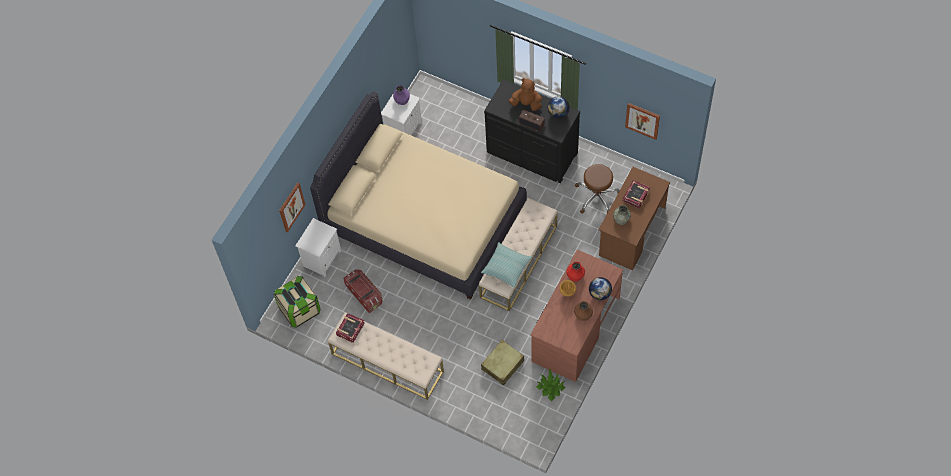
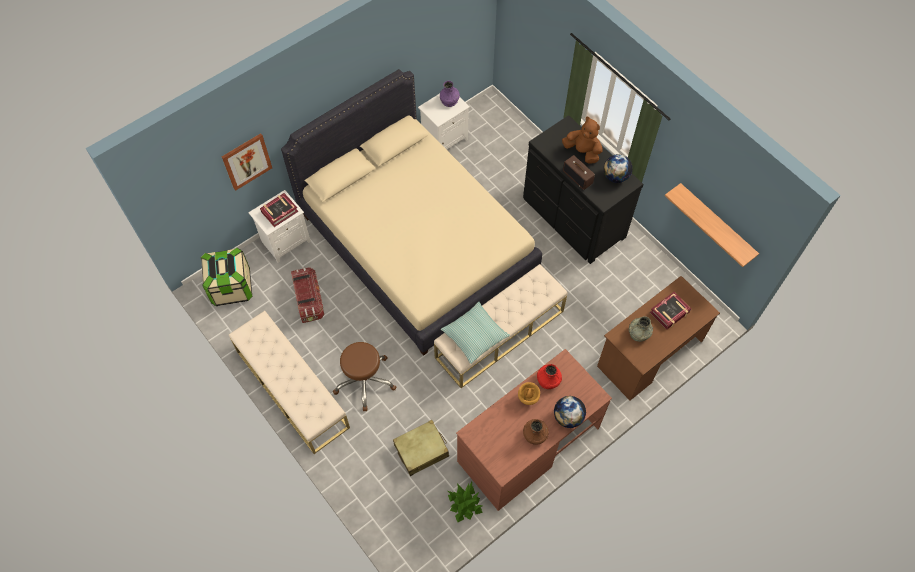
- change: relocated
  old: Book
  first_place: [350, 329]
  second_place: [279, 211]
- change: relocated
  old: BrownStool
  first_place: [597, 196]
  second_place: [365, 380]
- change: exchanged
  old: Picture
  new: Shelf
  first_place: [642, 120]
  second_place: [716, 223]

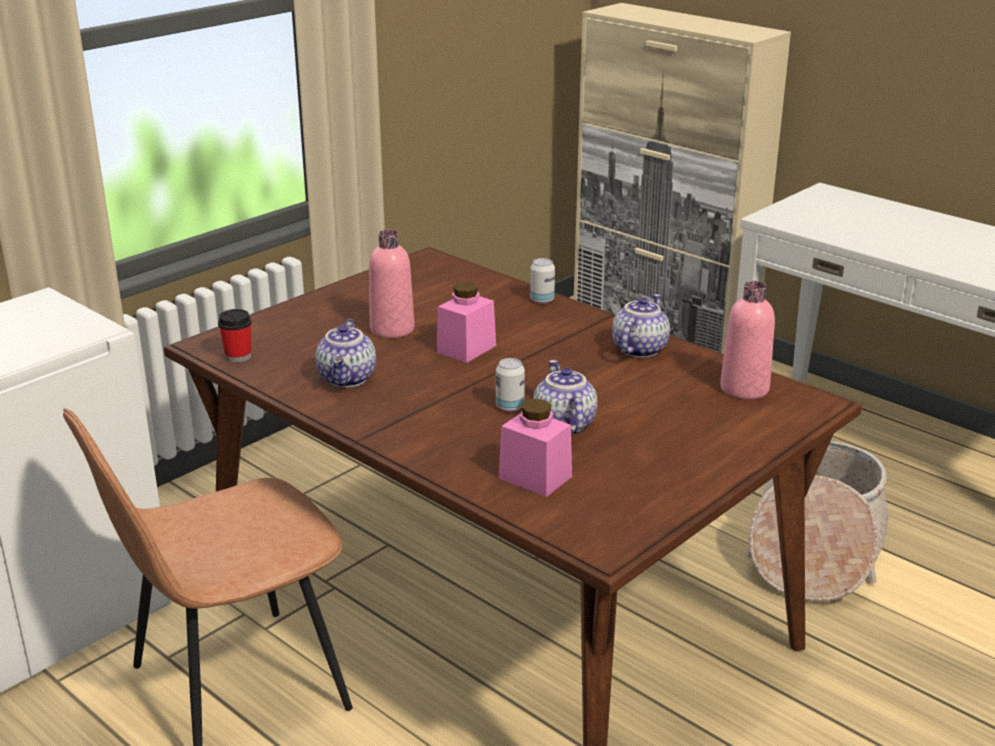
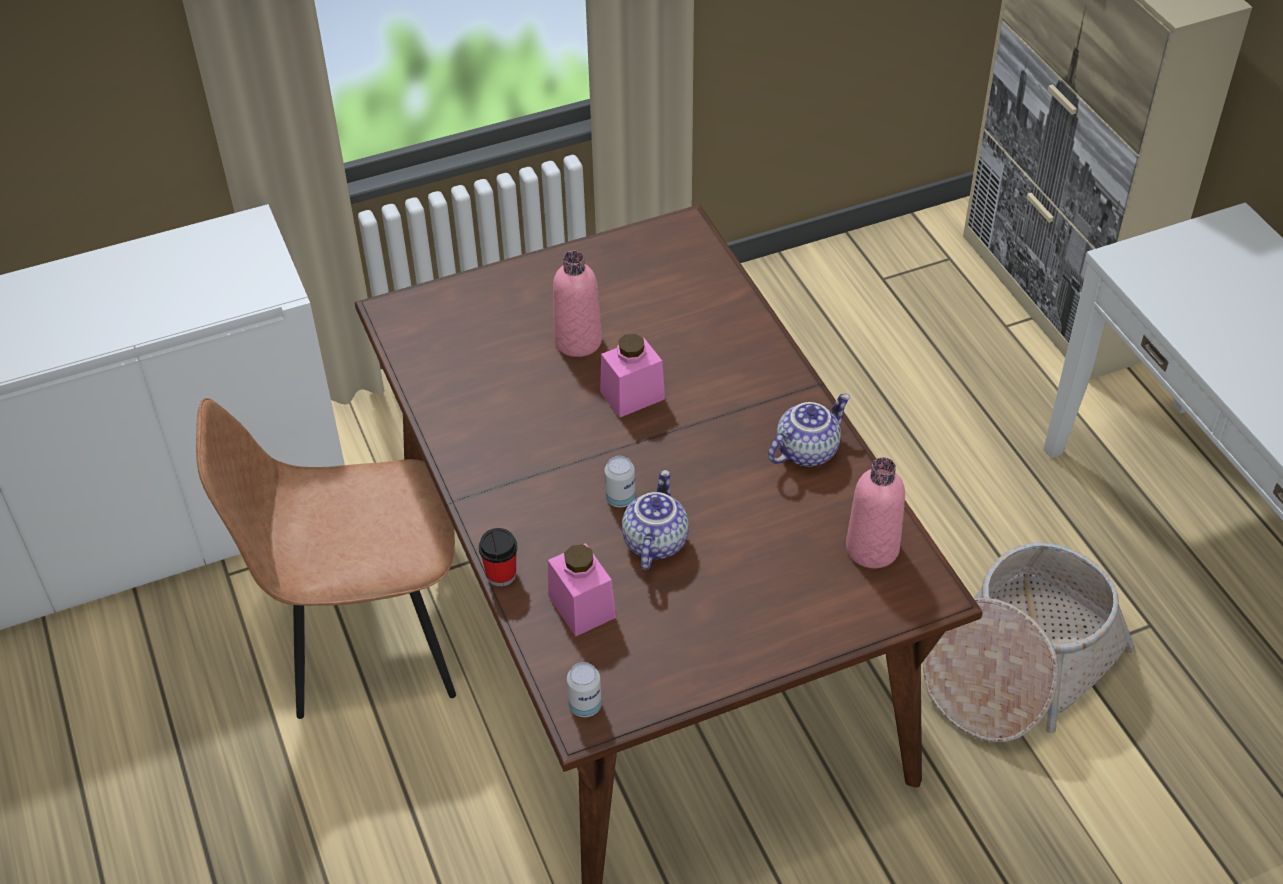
- change: relocated
  old: Cup
  first_place: [238, 356]
  second_place: [501, 574]
- change: relocated
  old: Can
  first_place: [542, 300]
  second_place: [585, 706]
- change: missing
  old: Teapot
  first_place: [348, 379]

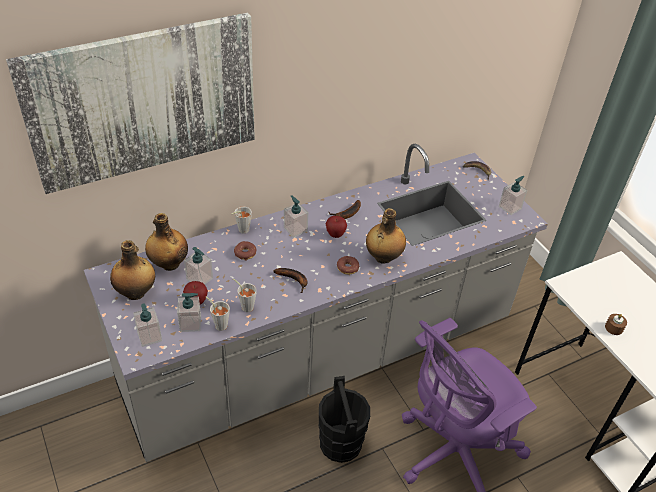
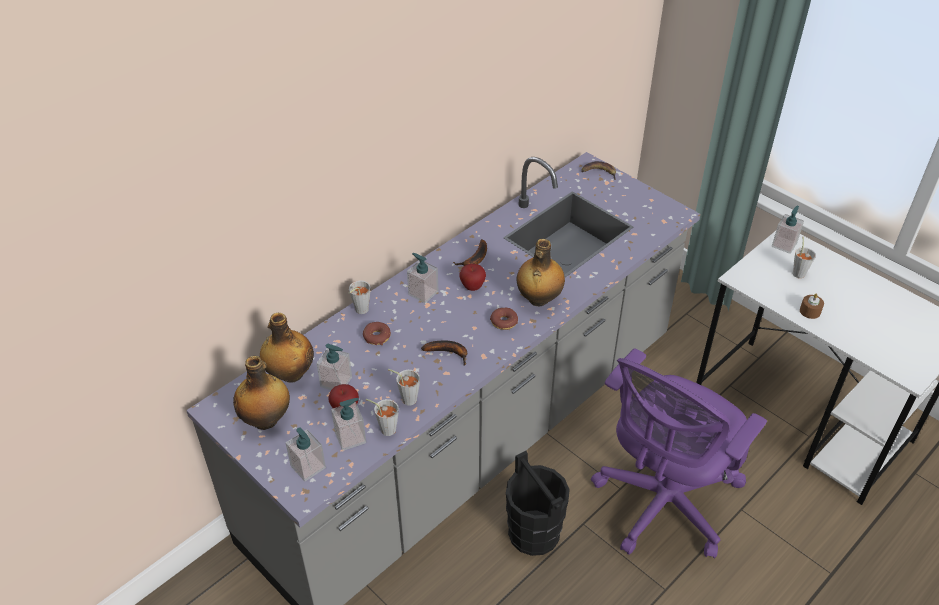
- change: relocated
  old: SoapDispenser
  first_place: [510, 207]
  second_place: [784, 244]
- change: appeared
  new: GreyCup
  second_place: [798, 272]
- change: missing
  old: Picture
  first_place: [144, 102]

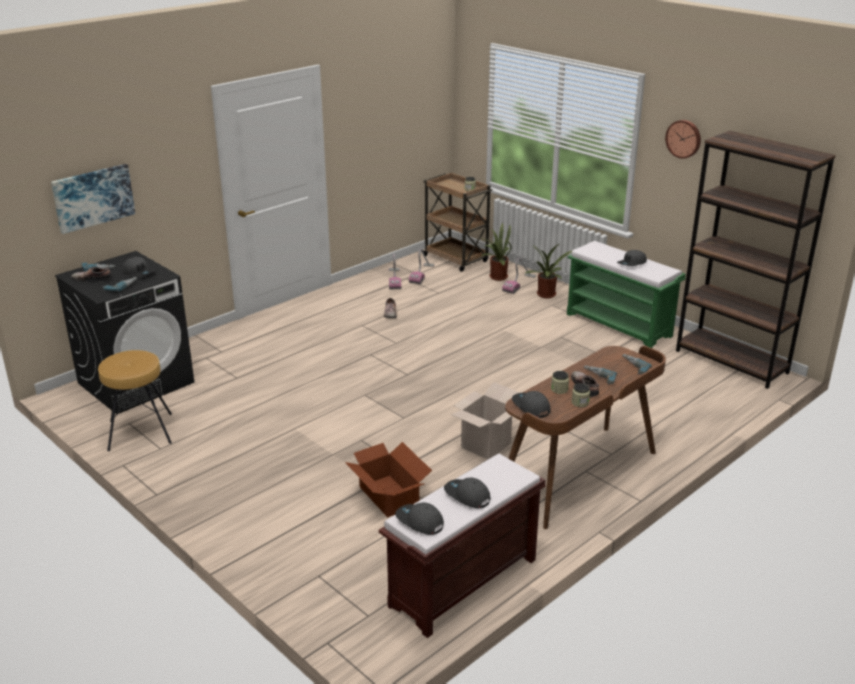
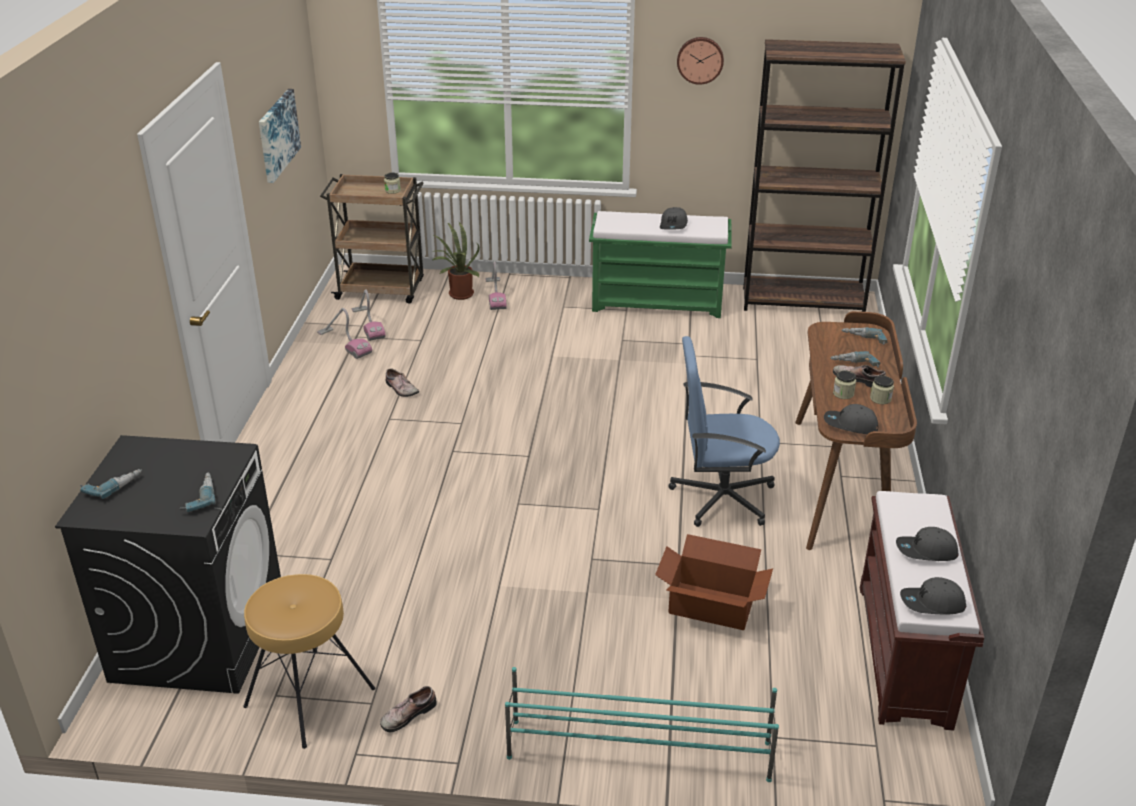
- change: relocated
  old: Picture
  first_place: [93, 197]
  second_place: [277, 135]
- change: relocated
  old: Shoe
  first_place: [92, 278]
  second_place: [407, 714]
- change: appeared
  new: TurquoiseShoeRack
  second_place: [638, 749]
- change: exchanged
  old: CardboardBox
  new: BlueOfficeChair
  first_place: [485, 445]
  second_place: [721, 497]
- change: missing
  old: GreyCap
  first_place: [139, 272]
- change: missing
  old: PottedPlant
  first_place: [546, 295]

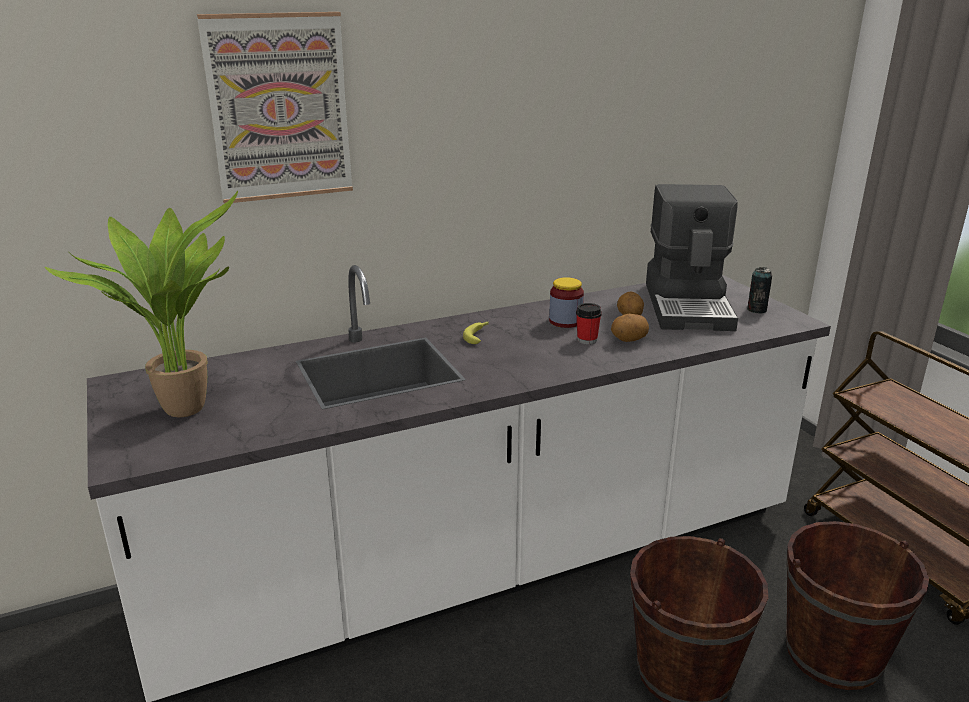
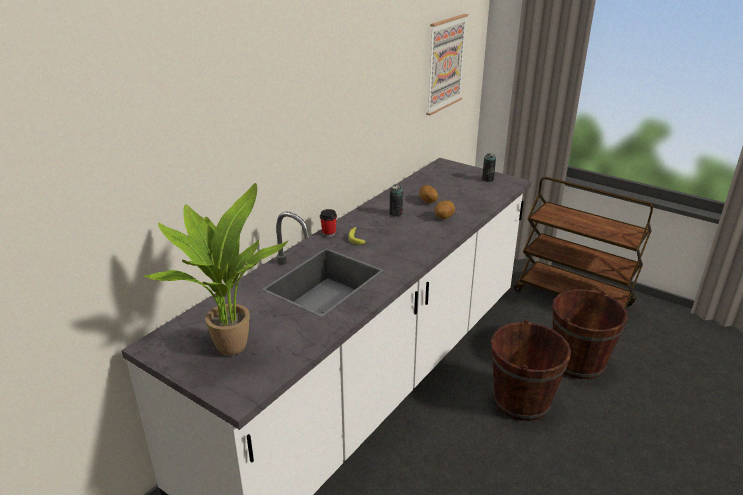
- change: relocated
  old: Cup
  first_place: [587, 340]
  second_place: [329, 233]
- change: exchanged
  old: Jar
  new: Can
  first_place: [565, 321]
  second_place: [395, 214]
- change: relocated
  old: Picture
  first_place: [279, 108]
  second_place: [445, 64]
- change: missing
  old: CoffeeMachine
  first_place: [689, 305]

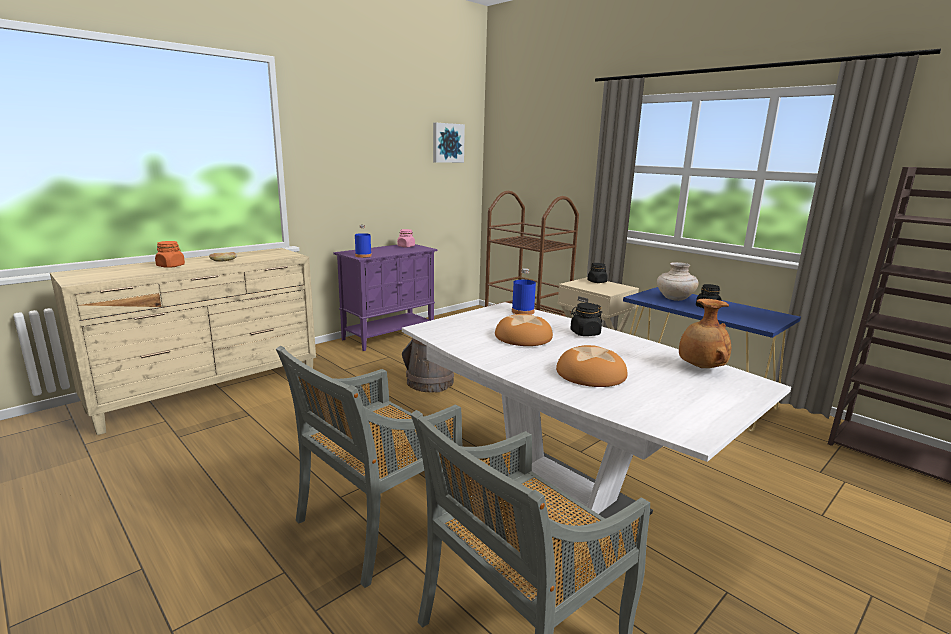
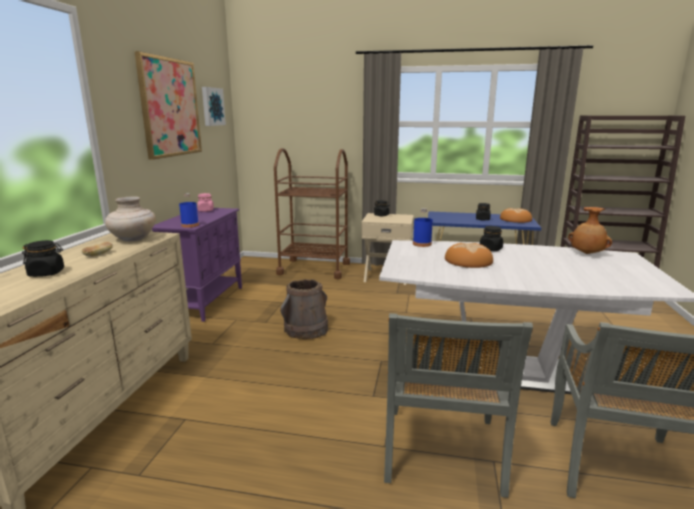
- change: colour
  old: OrangeJar
  new: BlackJar
  first_place: [171, 266]
  second_place: [47, 273]
- change: relocated
  old: BeigeVase
  first_place: [674, 298]
  second_place: [133, 239]
- change: appeared
  new: Picture
  second_place: [170, 107]
- change: relocated
  old: Bread
  first_place: [590, 374]
  second_place: [515, 219]

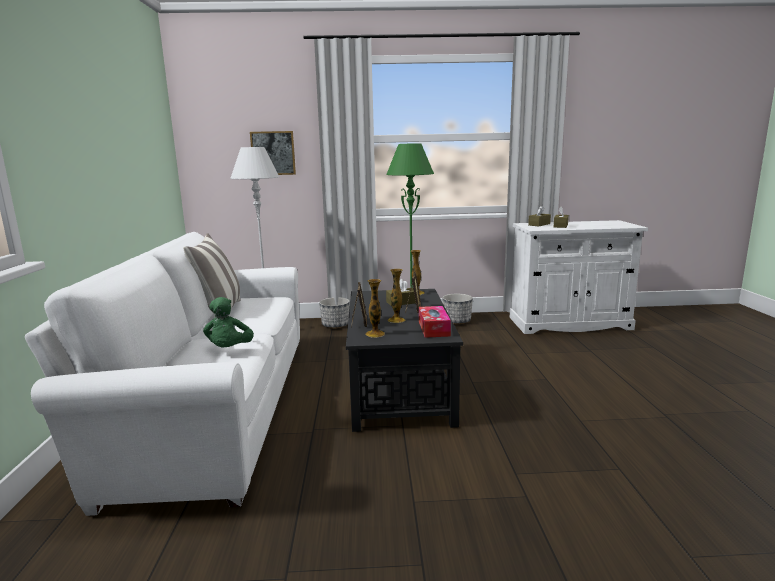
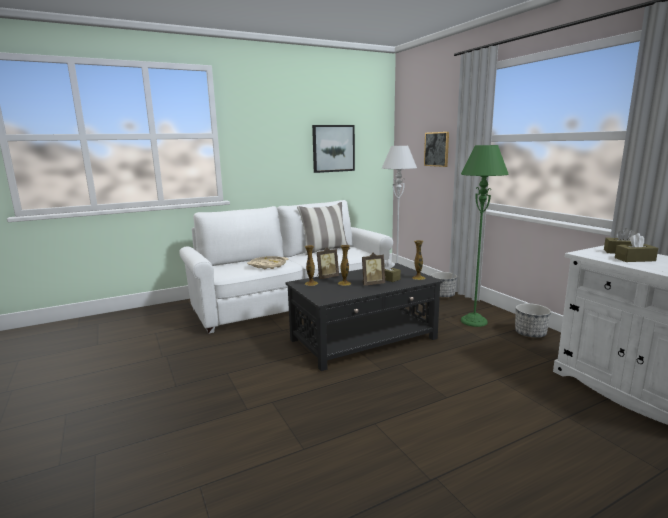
- change: exchanged
  old: GreenPlushToy
  new: BeigeTray
  first_place: [229, 350]
  second_place: [268, 265]
- change: appeared
  new: Picture
  second_place: [333, 148]
- change: missing
  old: TissueBox
  first_place: [434, 328]

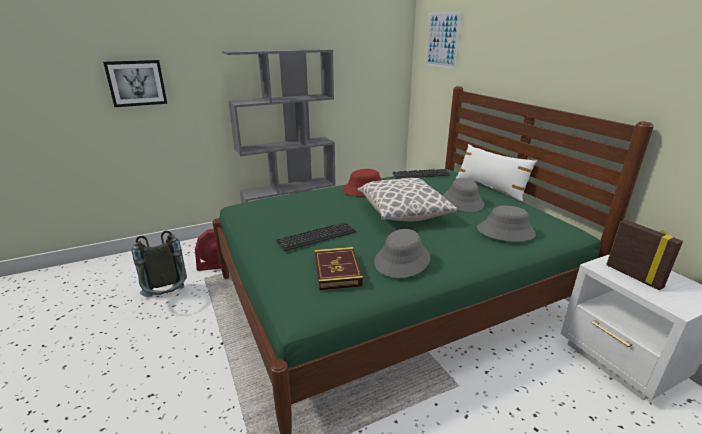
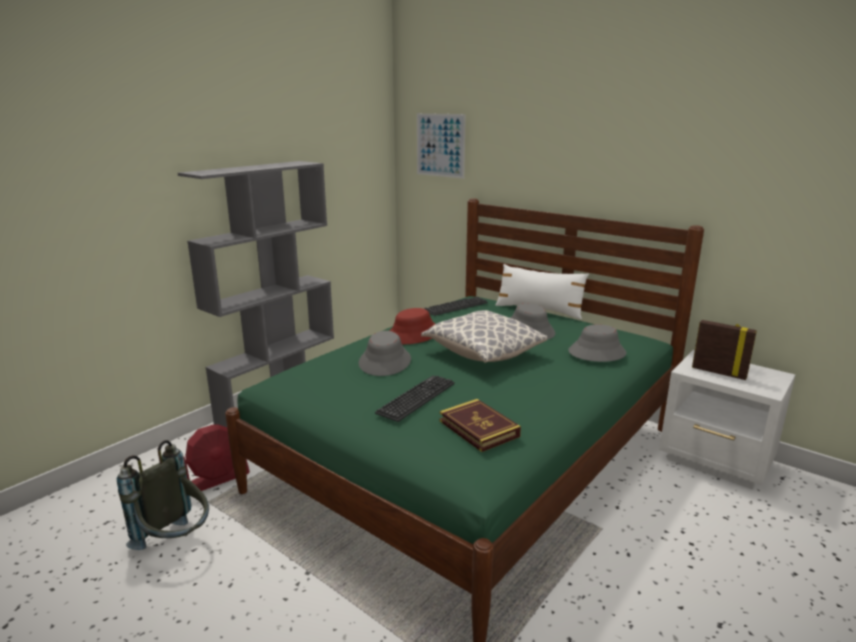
- change: relocated
  old: GreyHat
  first_place: [402, 260]
  second_place: [385, 361]
- change: missing
  old: Picture
  first_place: [136, 83]

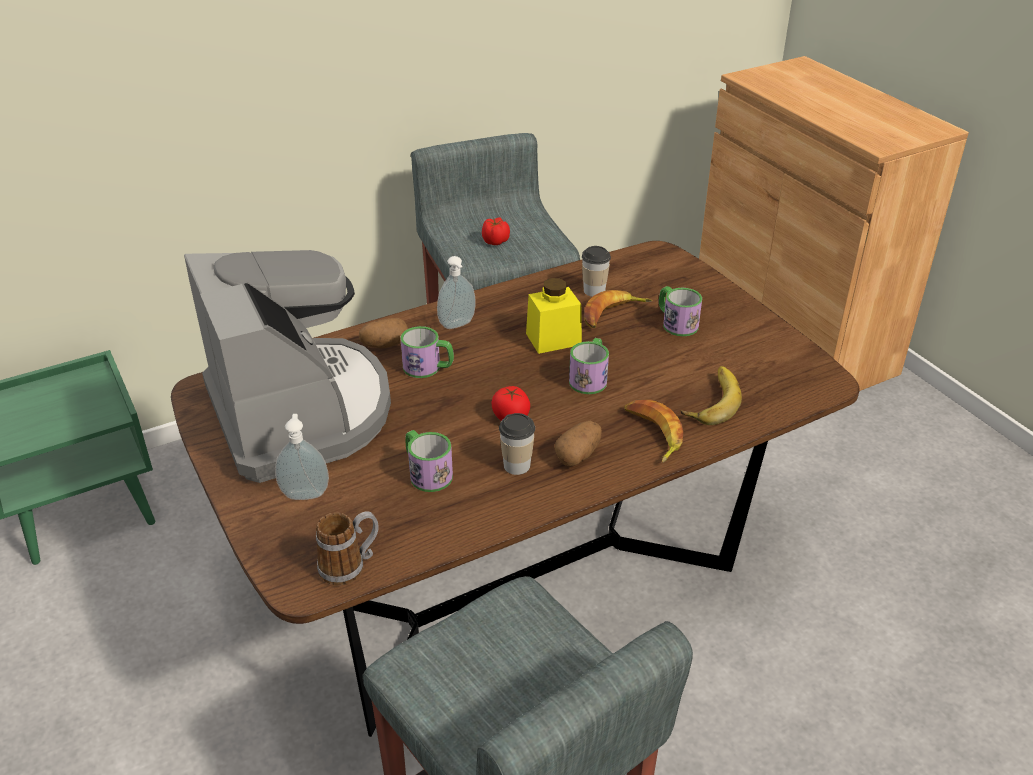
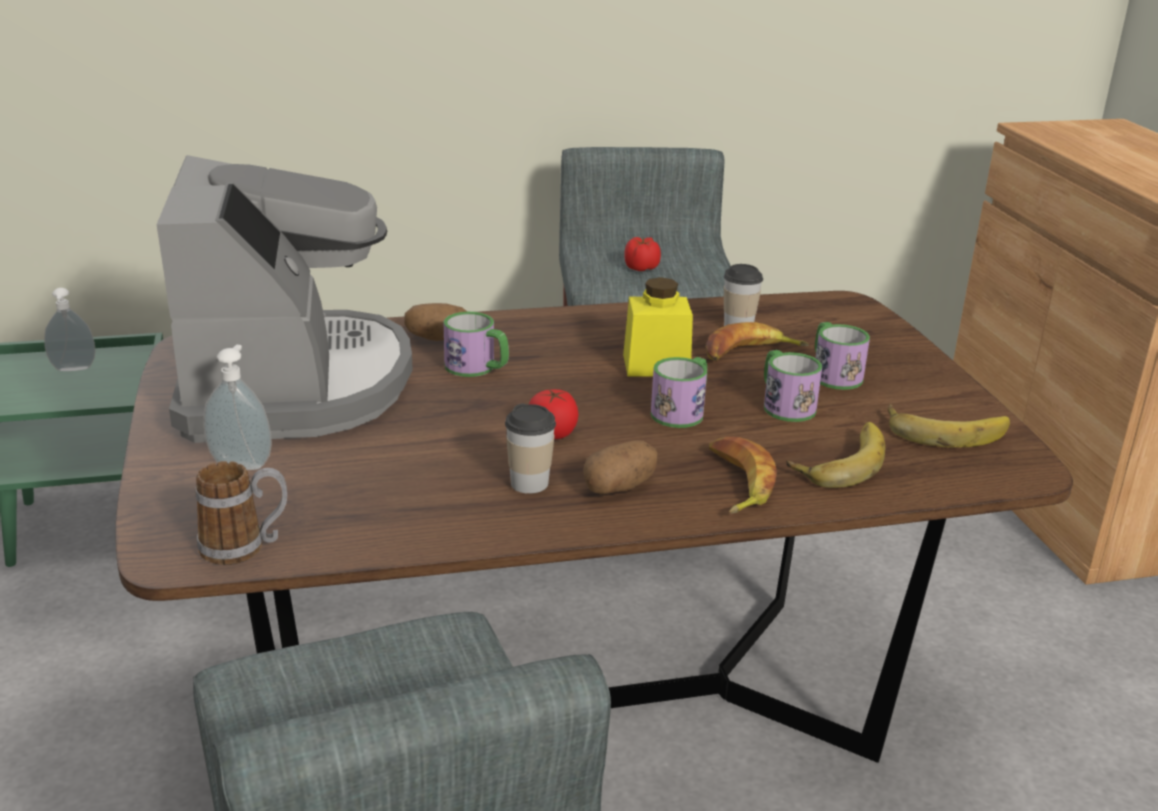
- change: relocated
  old: SoapDispenser
  first_place: [458, 325]
  second_place: [73, 369]
- change: relocated
  old: Mug
  first_place: [426, 473]
  second_place: [784, 404]
- change: appeared
  new: Banana
  second_place: [945, 430]

